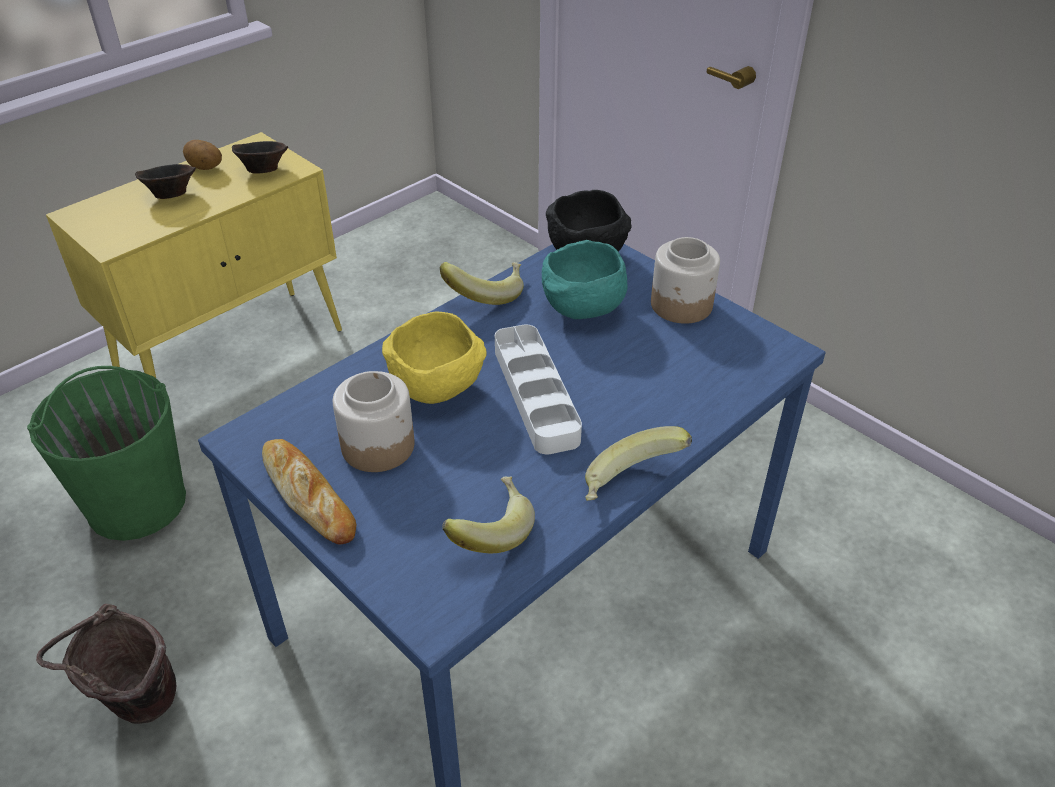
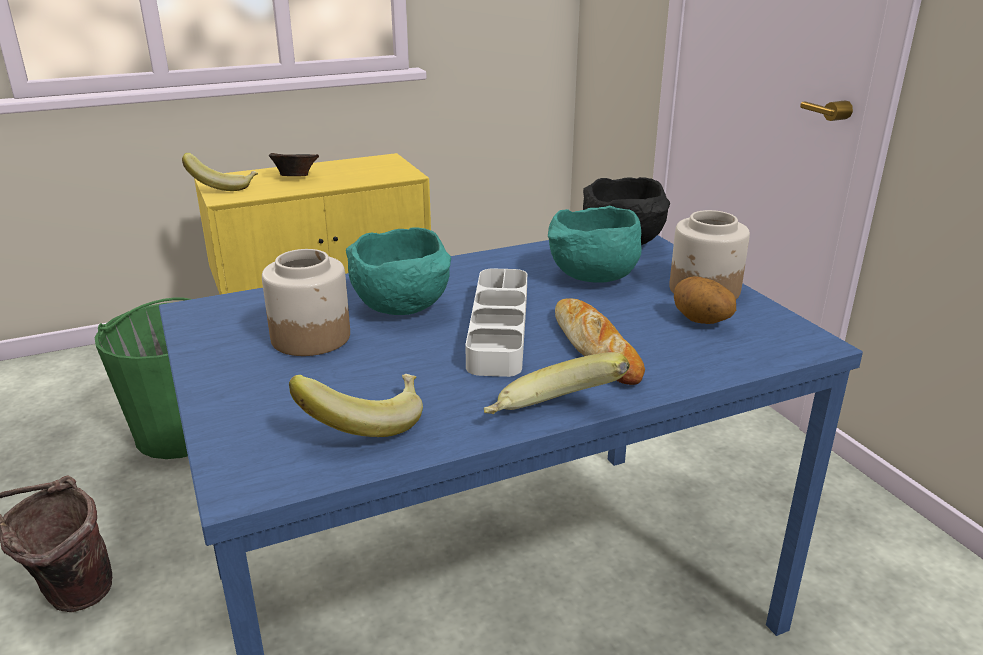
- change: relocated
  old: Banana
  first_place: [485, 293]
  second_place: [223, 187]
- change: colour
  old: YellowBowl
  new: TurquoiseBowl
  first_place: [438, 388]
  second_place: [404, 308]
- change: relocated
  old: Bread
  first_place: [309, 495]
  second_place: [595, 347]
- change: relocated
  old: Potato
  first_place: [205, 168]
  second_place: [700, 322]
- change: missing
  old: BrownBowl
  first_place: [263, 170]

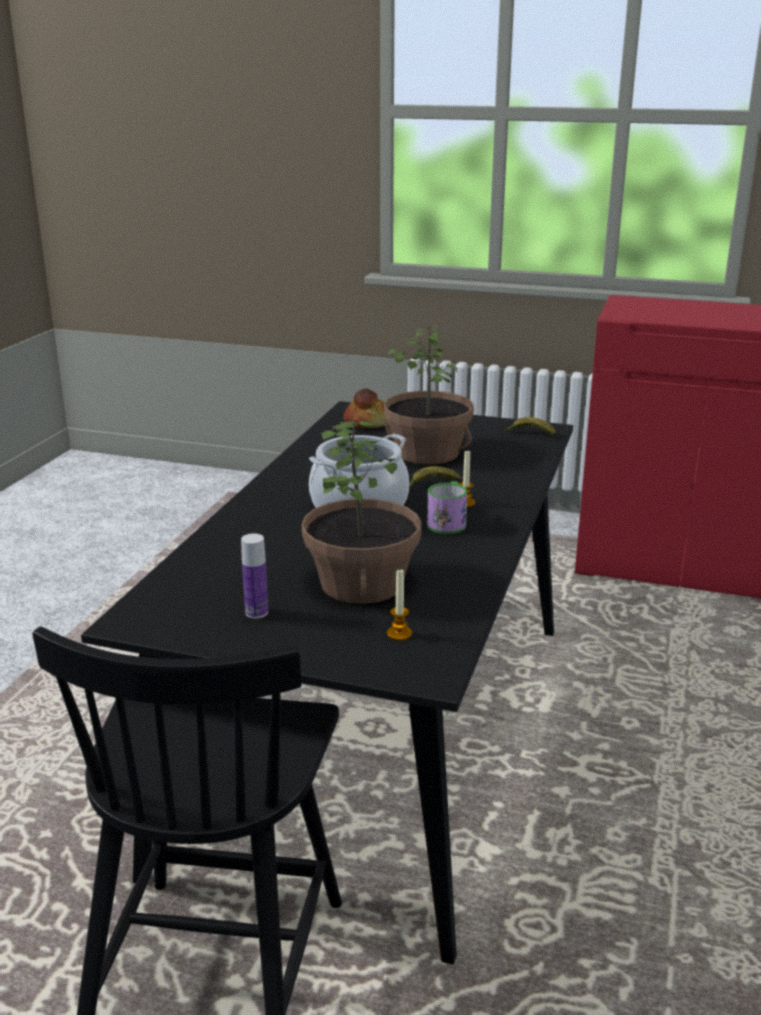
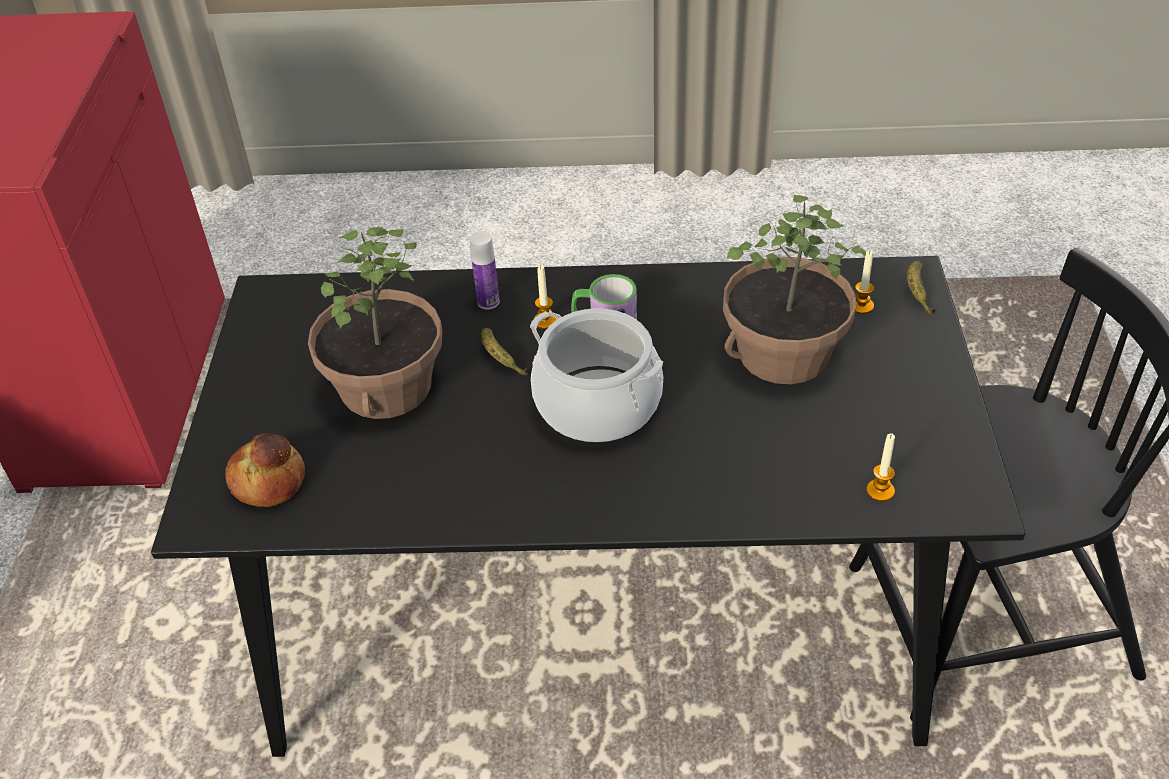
- change: relocated
  old: Bottle
  first_place: [256, 612]
  second_place: [488, 302]
- change: appeared
  new: Candle
  second_place: [880, 491]
- change: relocated
  old: Banana
  first_place: [530, 433]
  second_place: [917, 292]

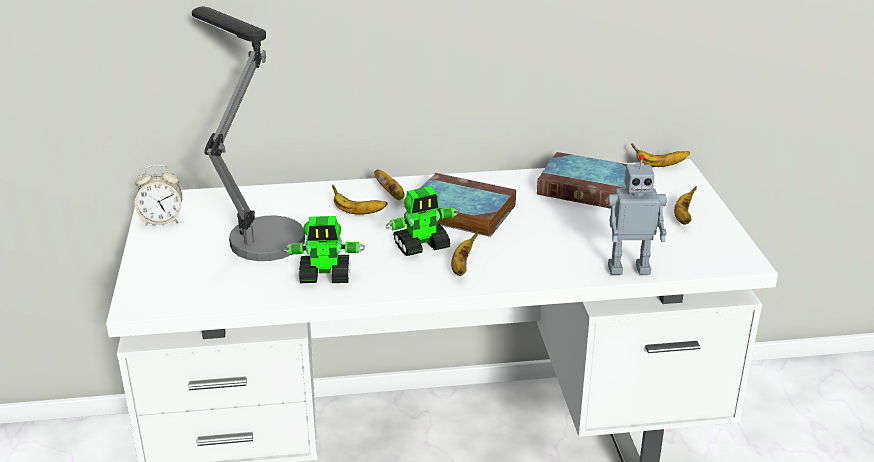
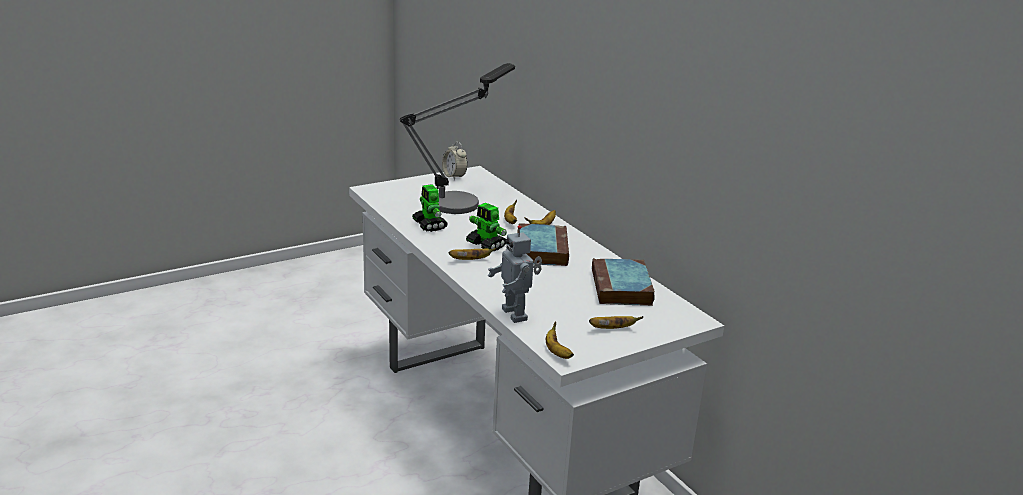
- change: relocated
  old: Banana
  first_place: [659, 165]
  second_place: [556, 352]

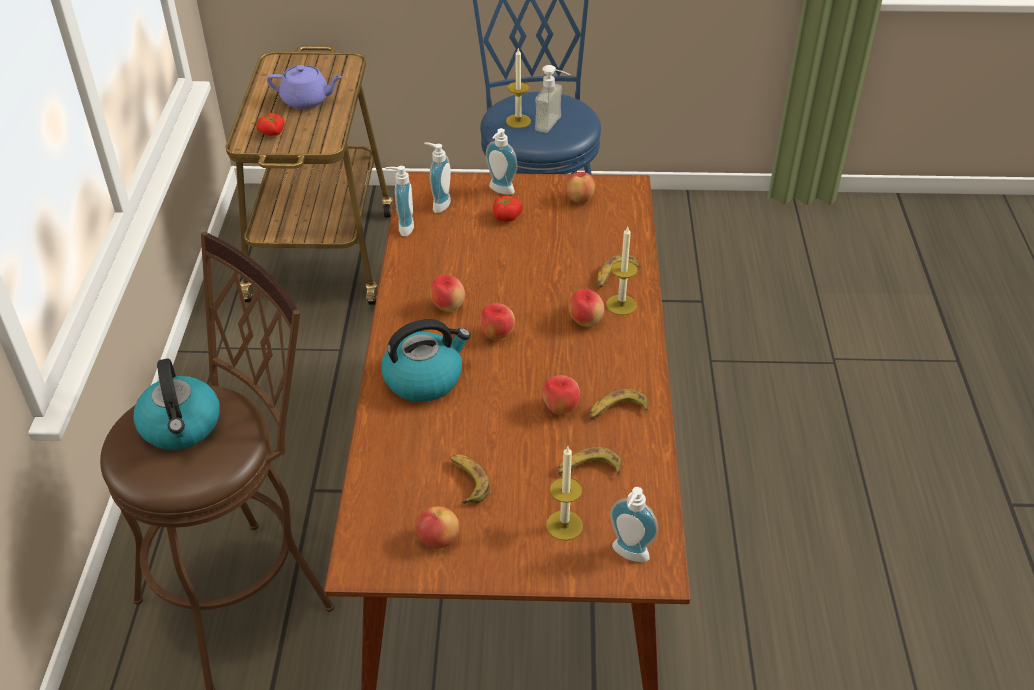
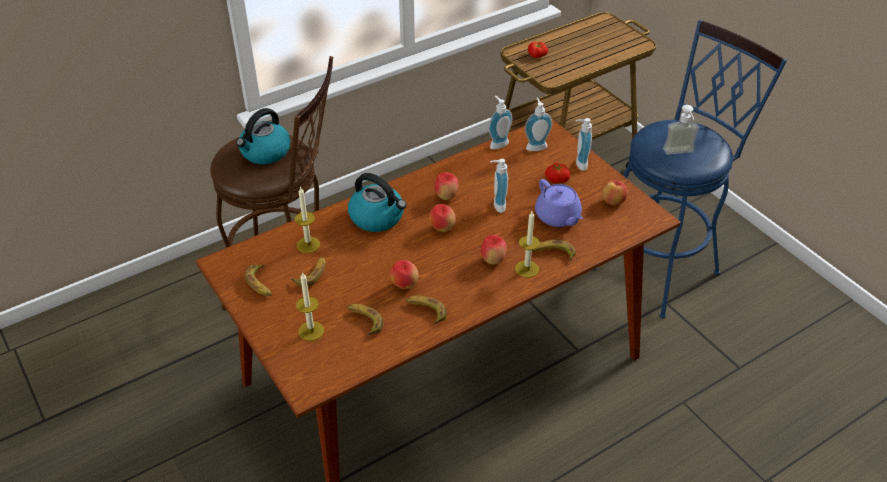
- change: exchanged
  old: Apple
  new: Banana
  first_place: [438, 539]
  second_place: [260, 284]
- change: relocated
  old: Candle
  first_place: [518, 121]
  second_place: [308, 245]
- change: relocated
  old: SoapDispenser
  first_place: [628, 555]
  second_place: [497, 205]
- change: relocated
  old: PurpleTeapot
  first_place: [307, 100]
  second_place: [558, 217]

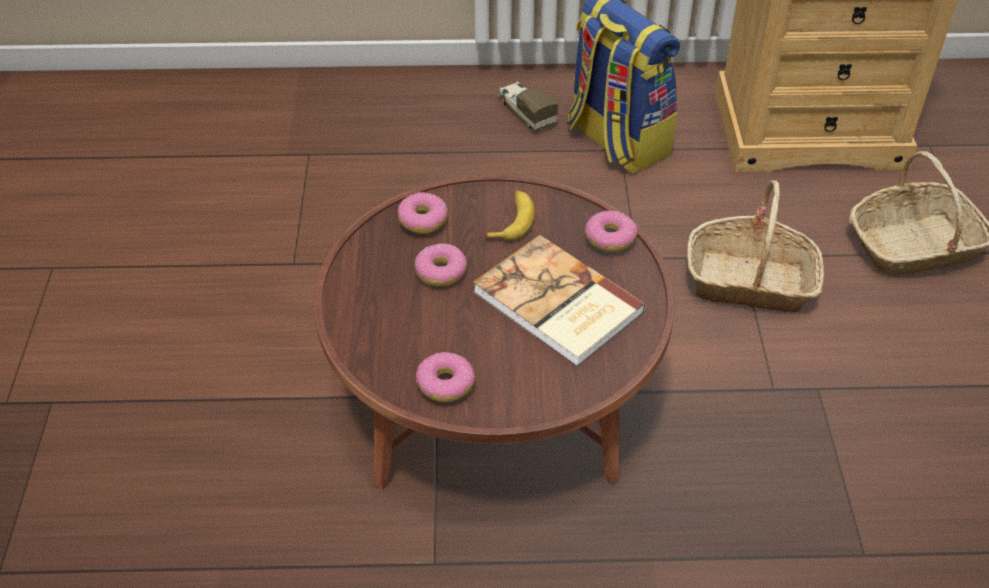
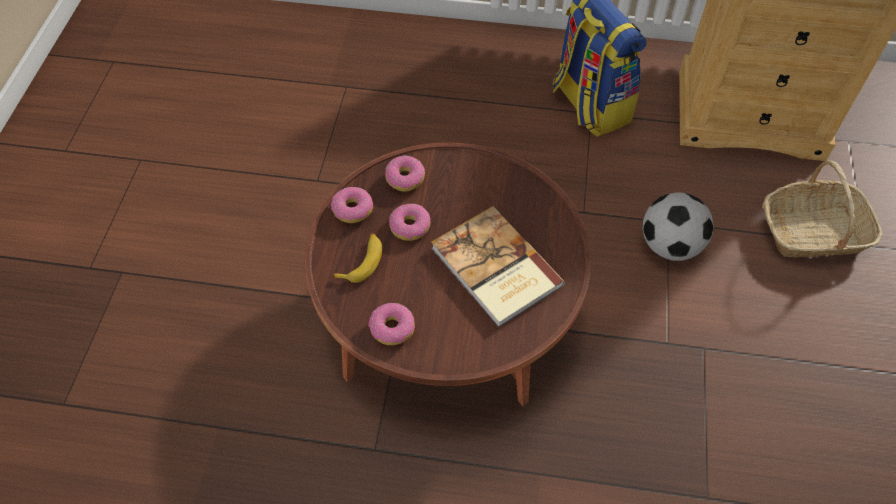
- change: relocated
  old: Donut
  first_place: [610, 238]
  second_place: [352, 210]
- change: relocated
  old: Banana
  first_place: [512, 221]
  second_place: [362, 261]
- change: exchanged
  old: Basket
  new: Football
  first_place: [750, 281]
  second_place: [670, 246]
- change: missing
  old: ToyTruck
  first_place: [526, 113]

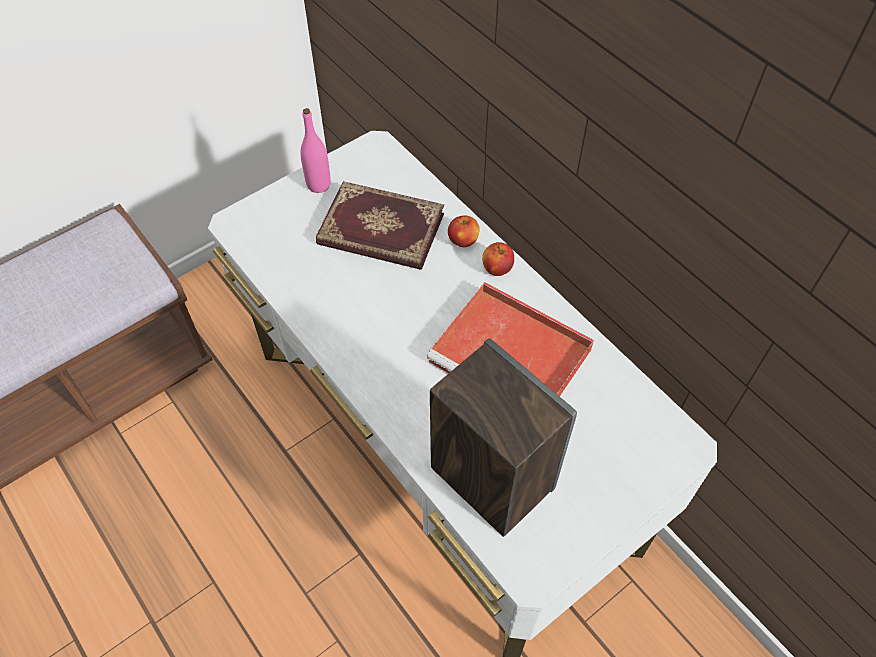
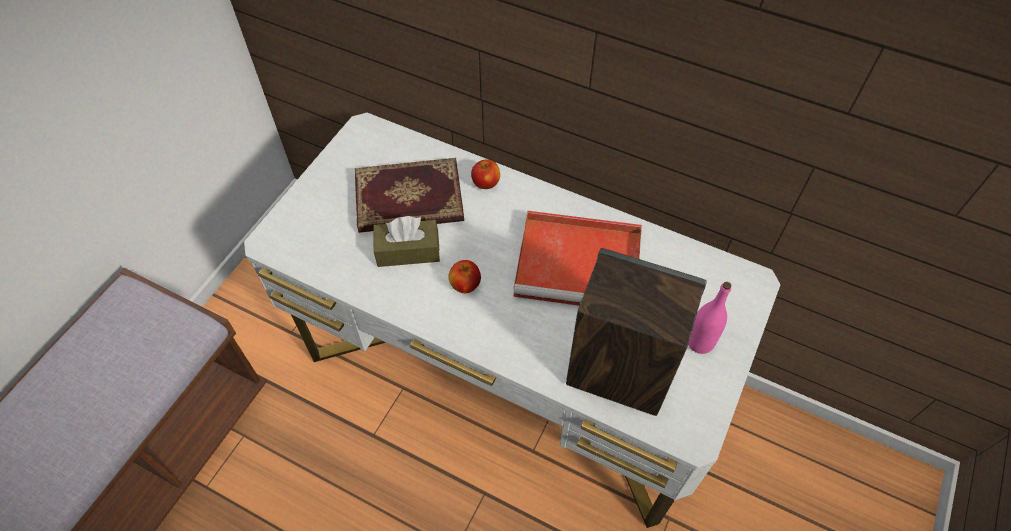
- change: appeared
  new: BrownTissueBox
  second_place: [408, 251]
- change: relocated
  old: Apple
  first_place: [497, 269]
  second_place: [465, 285]
- change: relocated
  old: PinkBottle
  first_place: [318, 185]
  second_place: [700, 342]

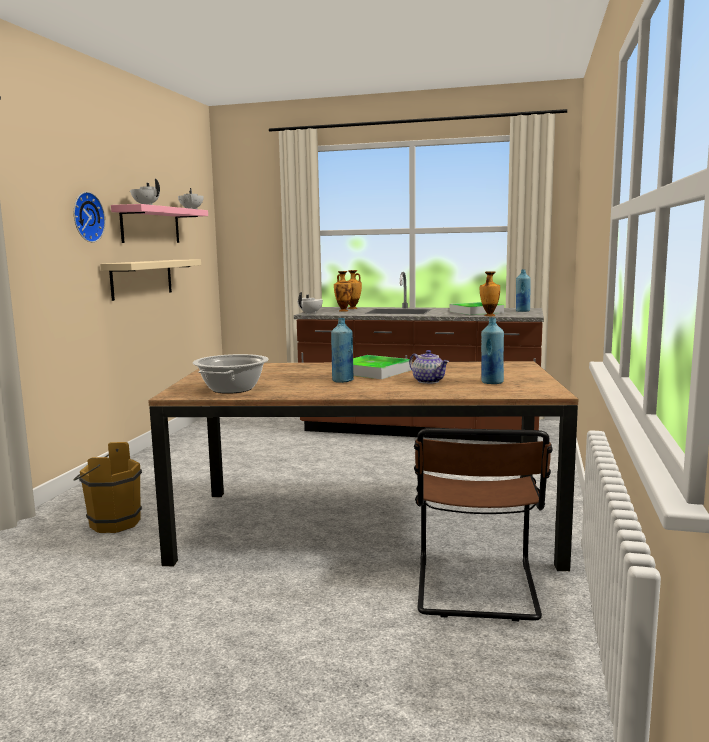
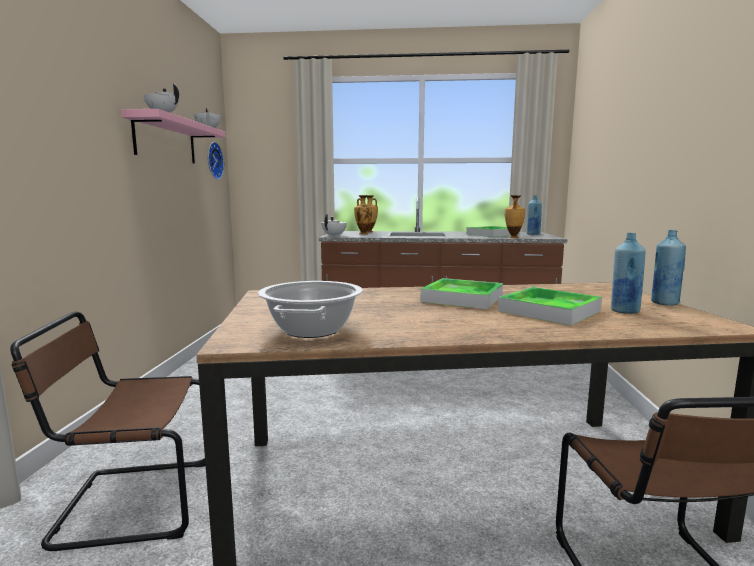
- change: exchanged
  old: BrownBucket
  new: BrownChair
  first_place: [111, 523]
  second_place: [130, 503]
- change: relocated
  old: WallClock
  first_place: [86, 217]
  second_place: [213, 160]
- change: exchanged
  old: Teapot
  new: Tray
  first_place: [429, 381]
  second_place: [549, 311]
- change: relocated
  old: BlueBottle
  first_place: [342, 381]
  second_place: [664, 303]
- change: missing
  old: BeigeShelf
  first_place: [142, 278]

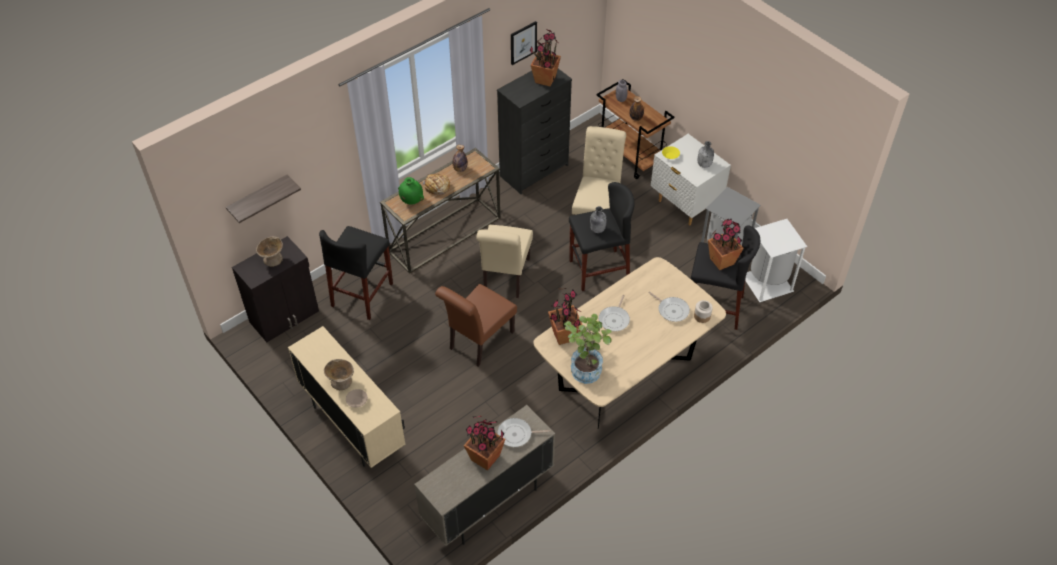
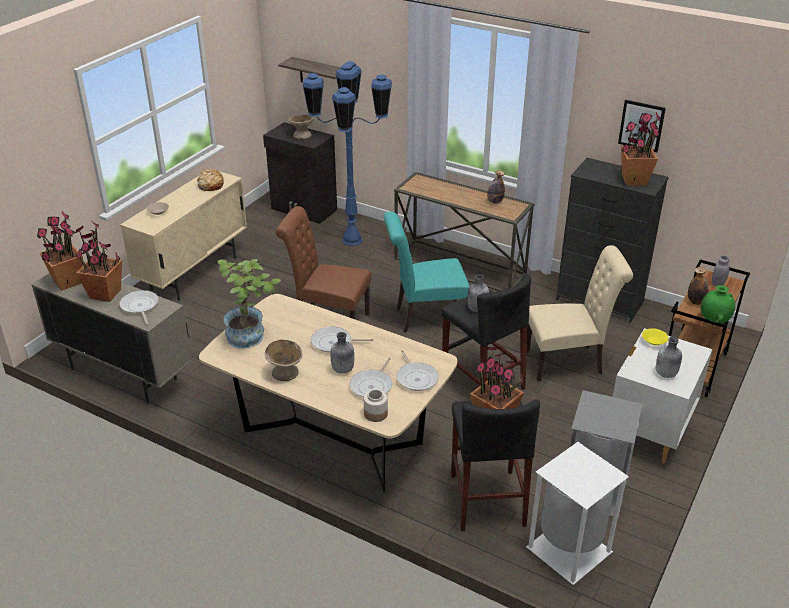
- change: relocated
  old: PottedPlant
  first_place: [564, 335]
  second_place: [67, 281]
- change: relocated
  old: Bread
  first_place: [437, 187]
  second_place: [210, 185]
- change: relocated
  old: BeigeBowl
  first_place: [341, 381]
  second_place: [285, 372]
- change: exchanged
  old: BlackStool
  new: BlueFloorLamp
  first_place: [362, 294]
  second_place: [351, 240]
- change: appeared
  new: GreyBottle
  second_place: [343, 370]
- change: colour
  old: BeigeChair
  new: TurquoiseChair
  first_place: [505, 278]
  second_place: [425, 317]
- change: appeared
  new: FryingPan
  second_place: [416, 378]
- change: relocated
  old: GreenVase
  first_place: [411, 201]
  second_place: [714, 321]

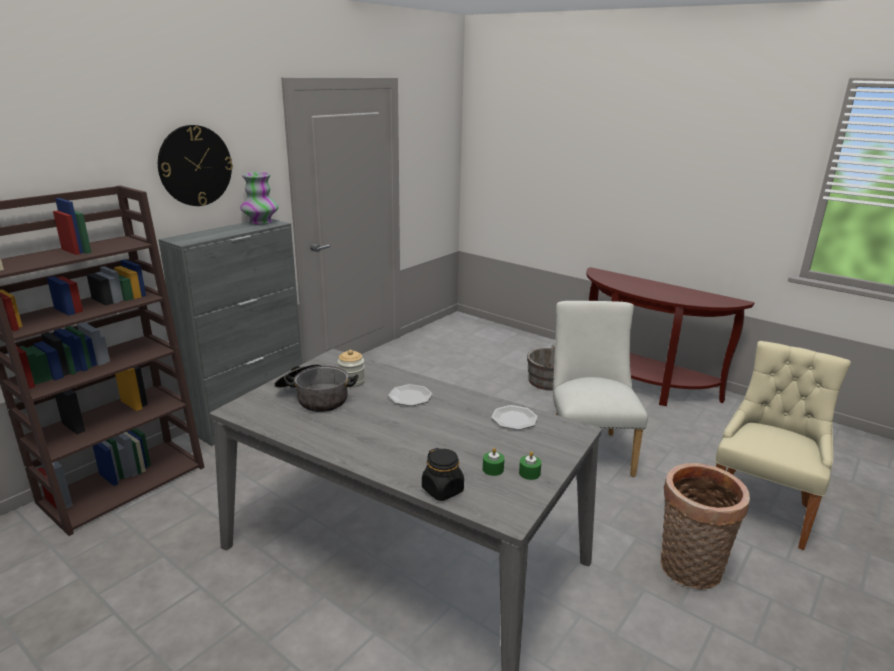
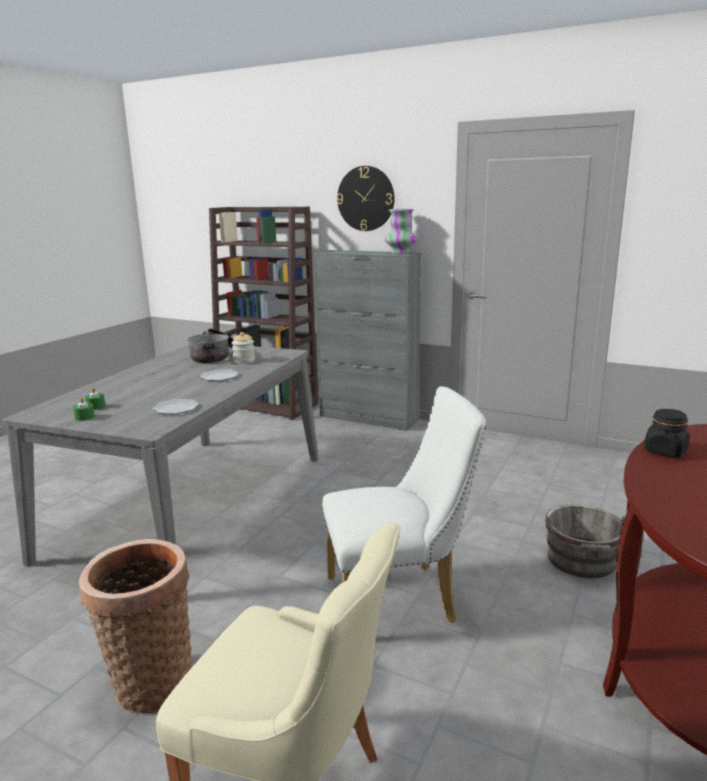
- change: relocated
  old: BlackJar
  first_place: [443, 490]
  second_place: [665, 451]

